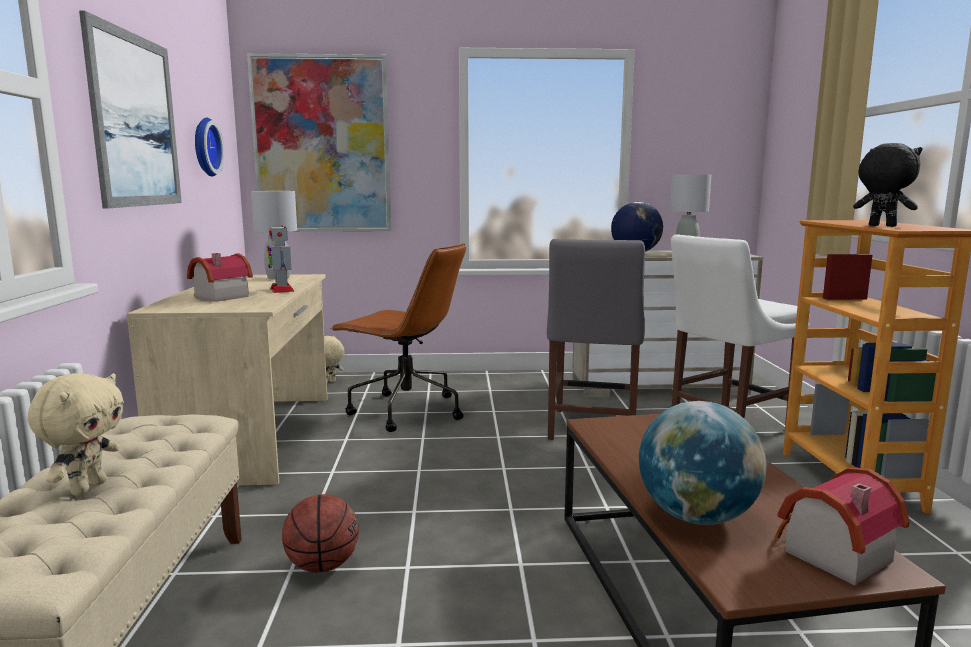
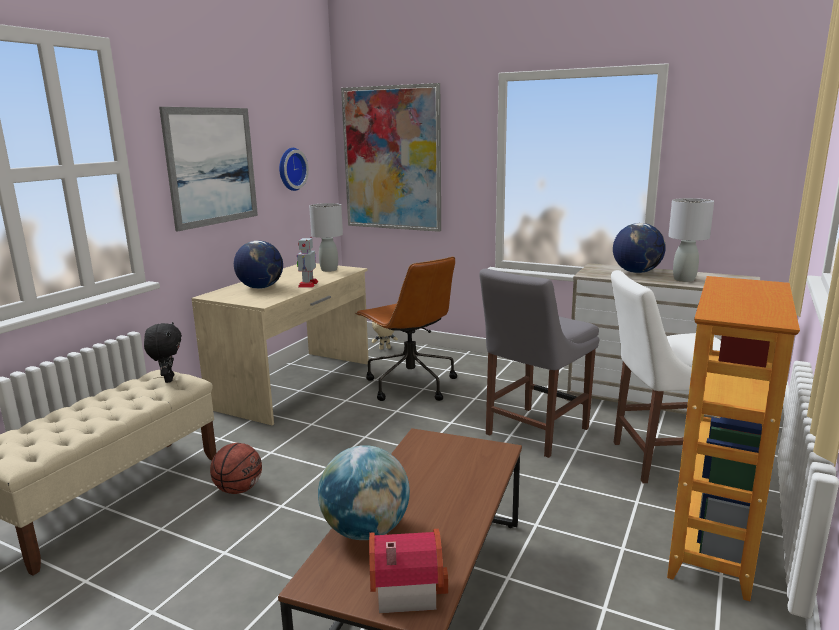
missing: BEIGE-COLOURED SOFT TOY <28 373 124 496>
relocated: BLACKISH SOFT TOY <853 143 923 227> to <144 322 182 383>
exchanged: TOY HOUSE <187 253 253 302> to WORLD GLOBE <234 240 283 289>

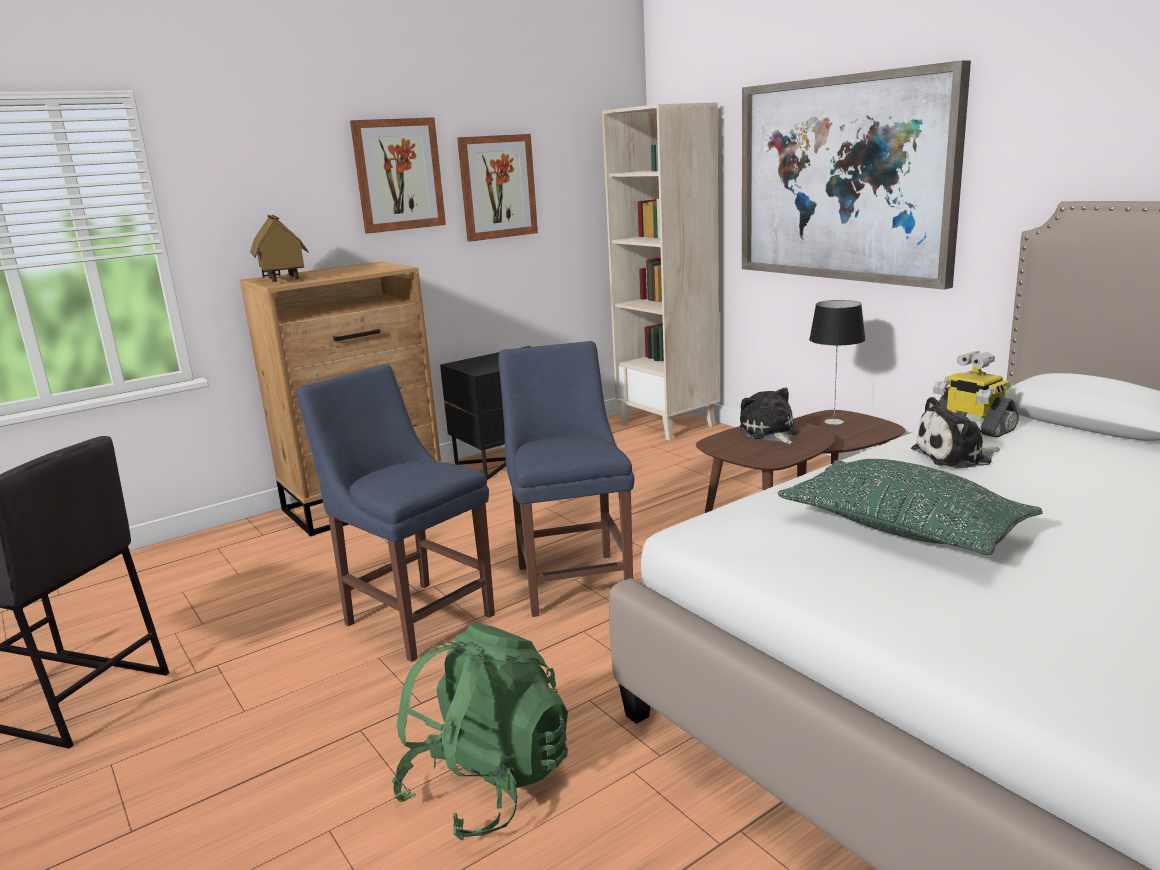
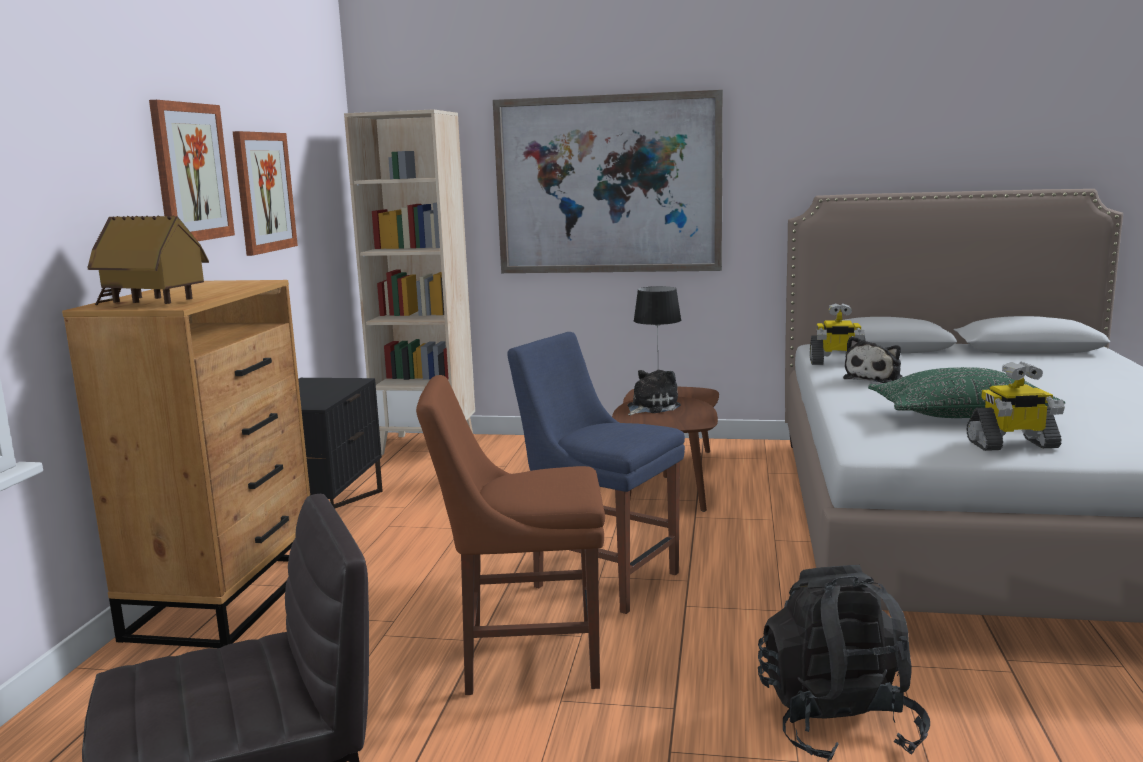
appeared: ROBOT FIGURE <966 361 1065 451>
colour: BLUE PLAIN CHAIR <296 365 495 662> to BROWNISH PLAIN CHAIR <416 375 605 695>; GREENISH BACKPACK <392 623 568 840> to BLACKISH BACKPACK <758 565 930 762>
spun: SOFT TOY <740 388 798 444> = <627 370 681 416> 105 degrees clockwise

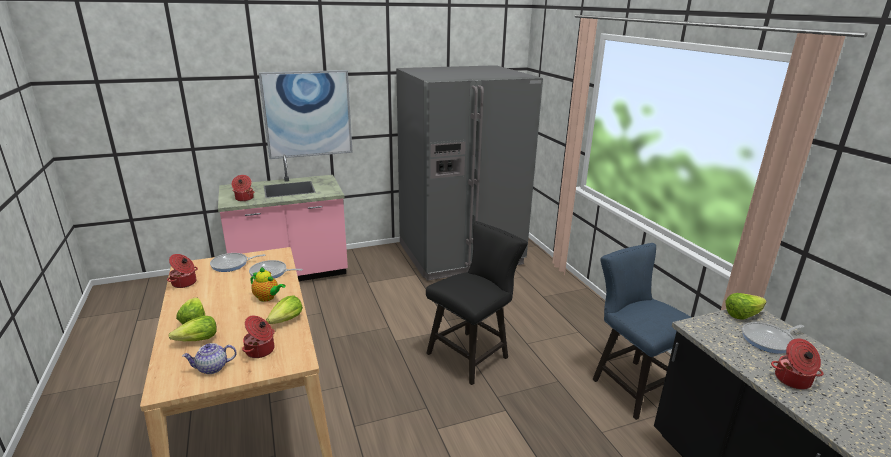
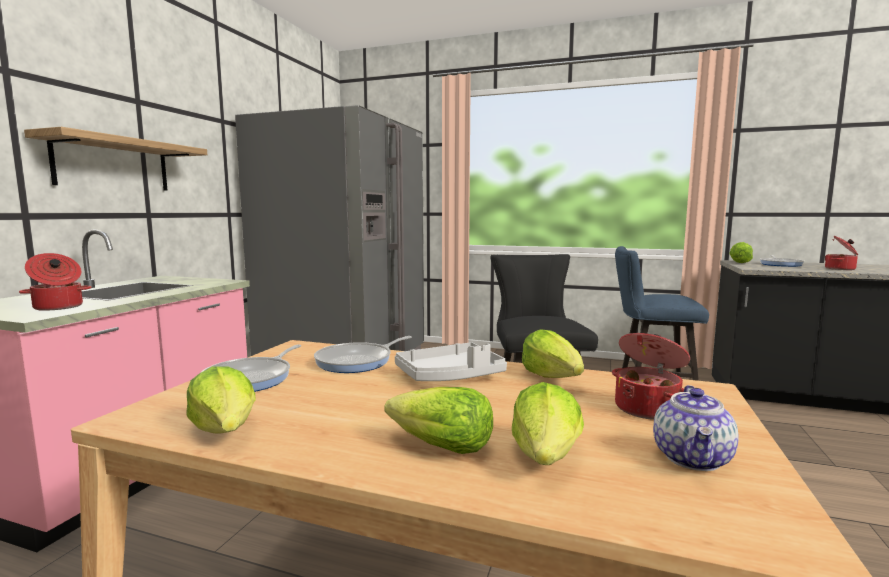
exchanged: PICTURE <259 70 353 159> to BRACKET SHELF <24 127 207 191>; SAUCEPOT <167 254 198 288> to LETTUCE <186 366 256 434>; TEAPOT <250 267 286 302> to GREYISH TRAY <395 342 507 381>

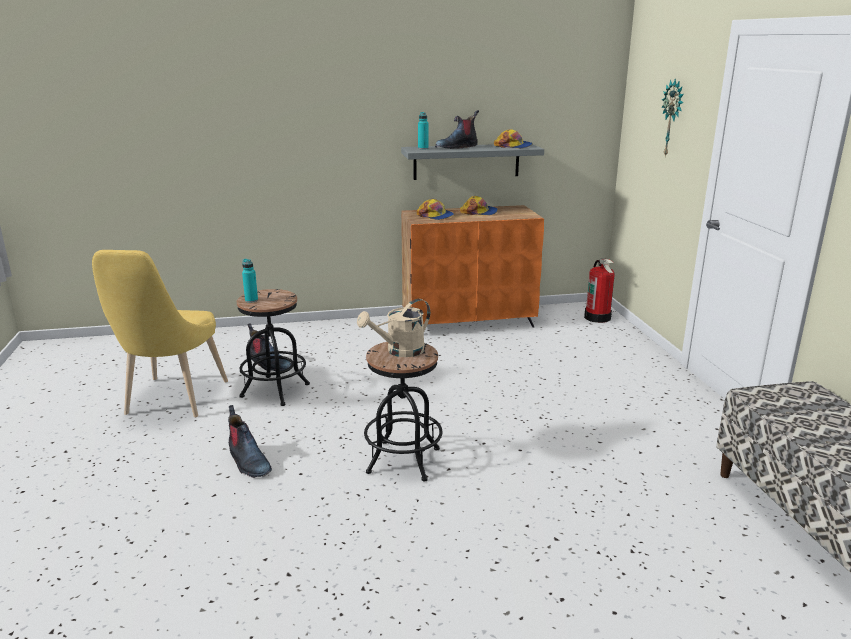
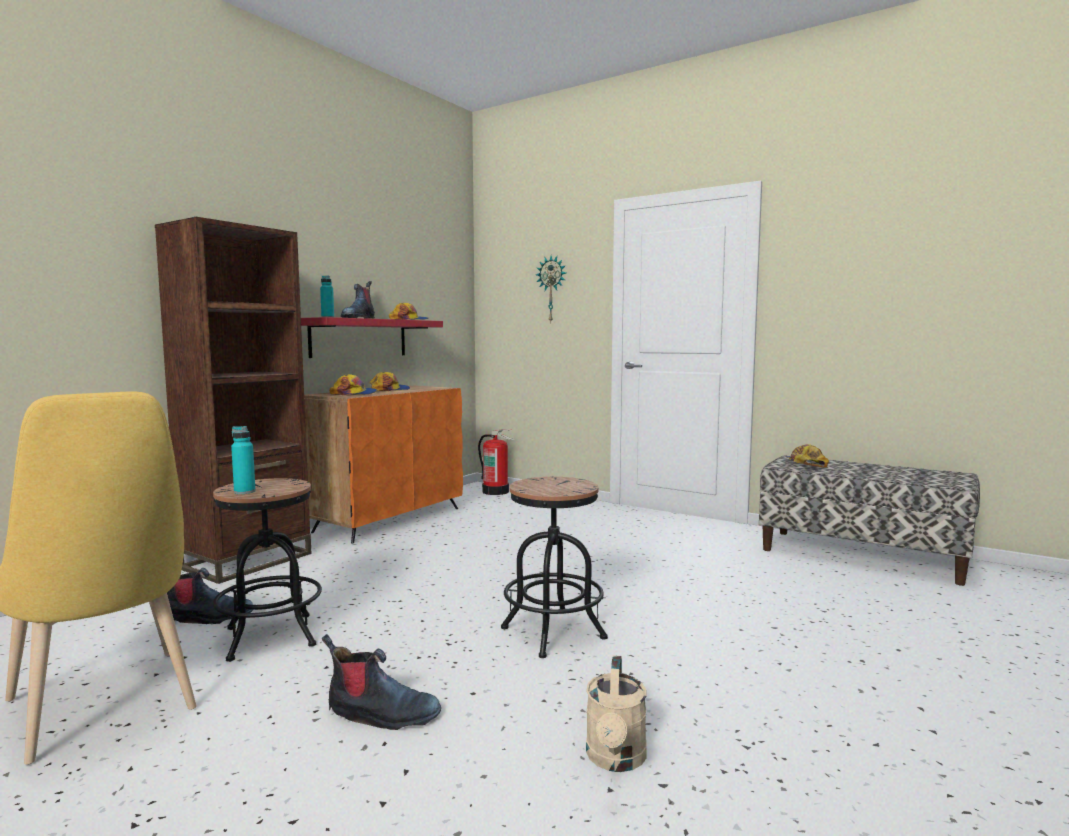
appeared: BROWNISH SHELVING UNIT <155 217 311 584>; BASEBALL CAP <785 444 829 468>
relocated: BEIGE-COLOURED WATERING CAN <357 299 430 357> to <586 655 647 772>
colour: GREYISH BRACKET SHELF <401 144 544 180> to RED BRACKET SHELF <301 317 443 358>

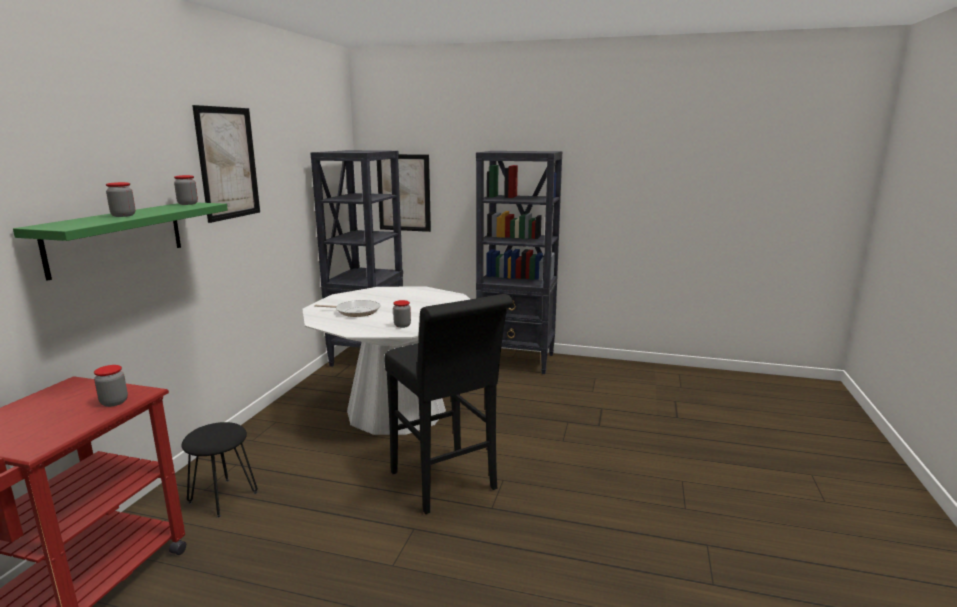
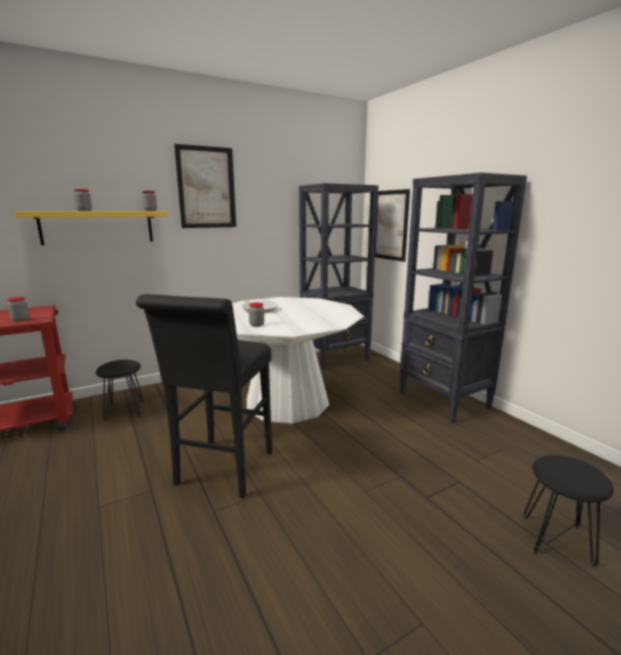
appeared: BLACKISH STOOL <523 455 614 568>
colour: GREENISH BRACKET SHELF <13 203 228 281> to YELLOW-COLOURED BRACKET SHELF <15 211 168 245>

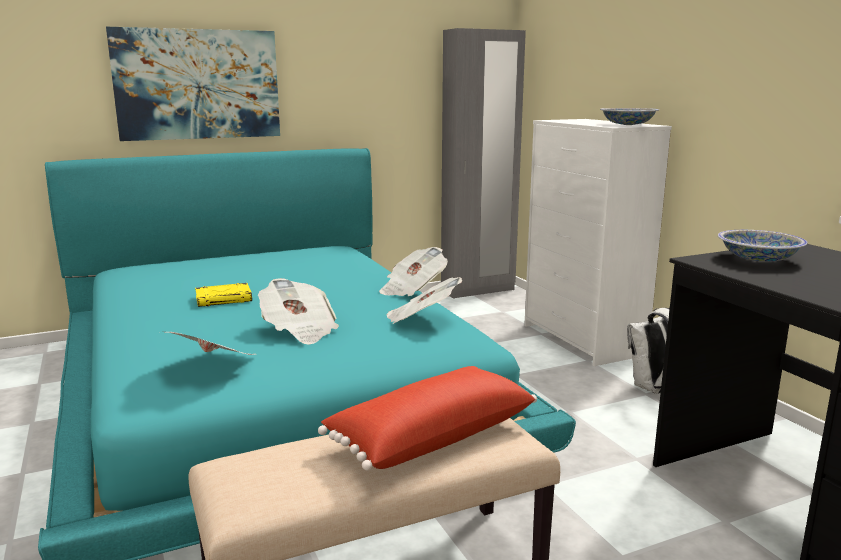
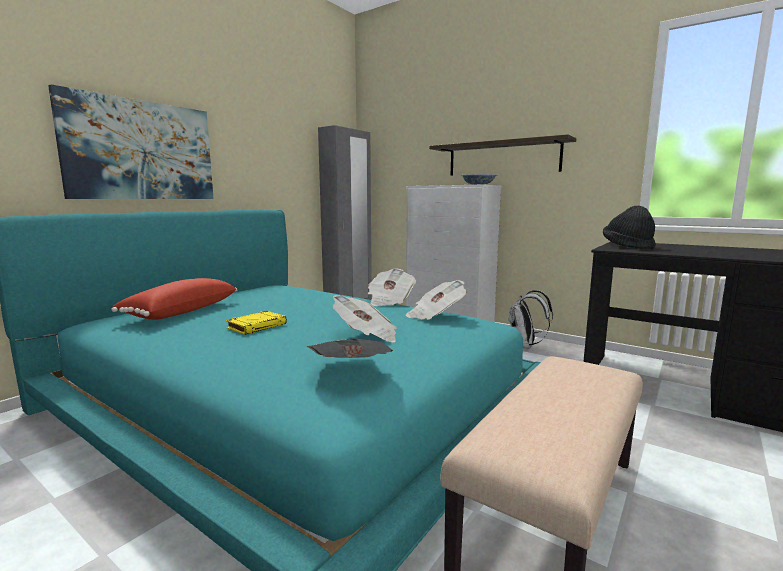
appeared: BRACKET SHELF <429 134 576 175>
relocated: RED PILLOW <318 366 537 471> to <112 278 237 320>
exchanged: BOWL <718 230 808 262> to BLACKISH WEARABLE HAT <603 206 656 249>

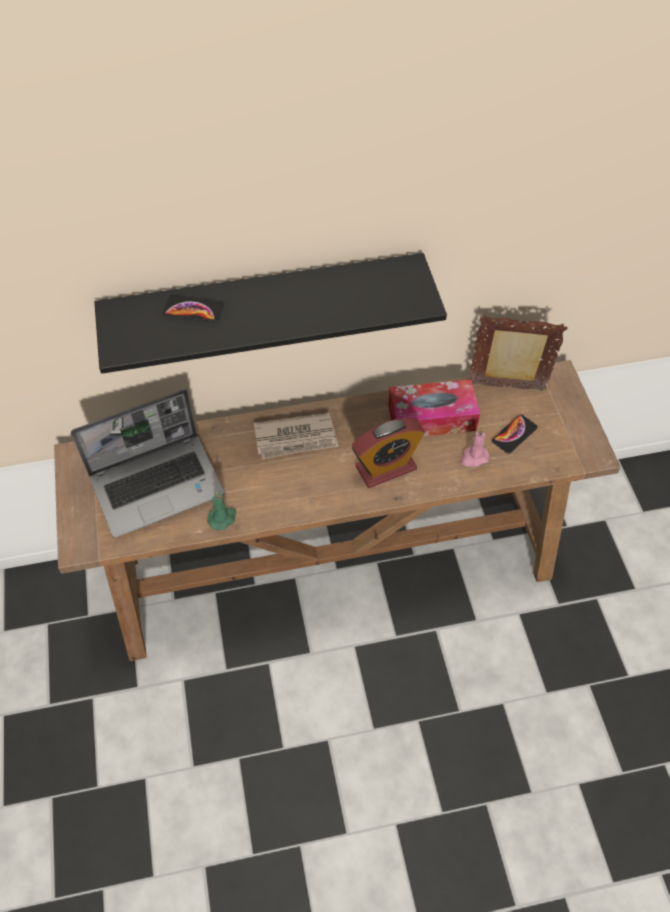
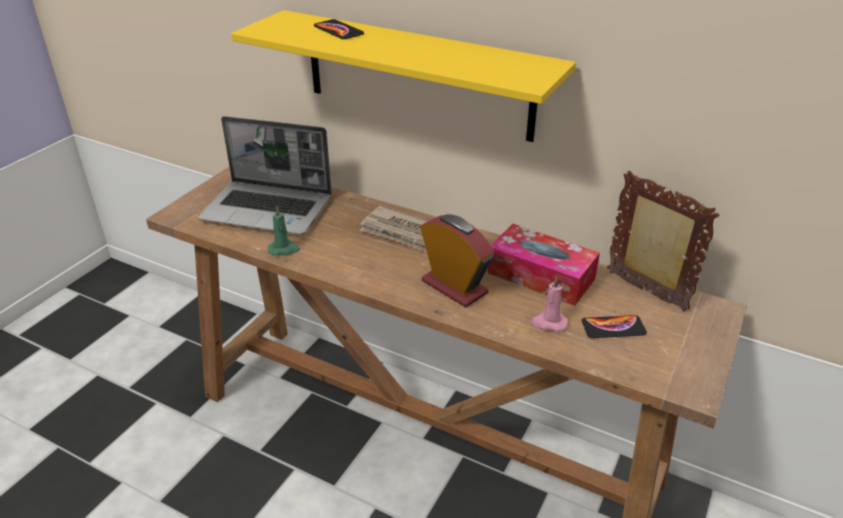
colour: BLACKISH BRACKET SHELF <94 253 447 374> to YELLOW-COLOURED BRACKET SHELF <231 10 576 142>
spun: ALARM CLOCK <352 418 425 488> = <420 214 494 308> 150 degrees counterclockwise

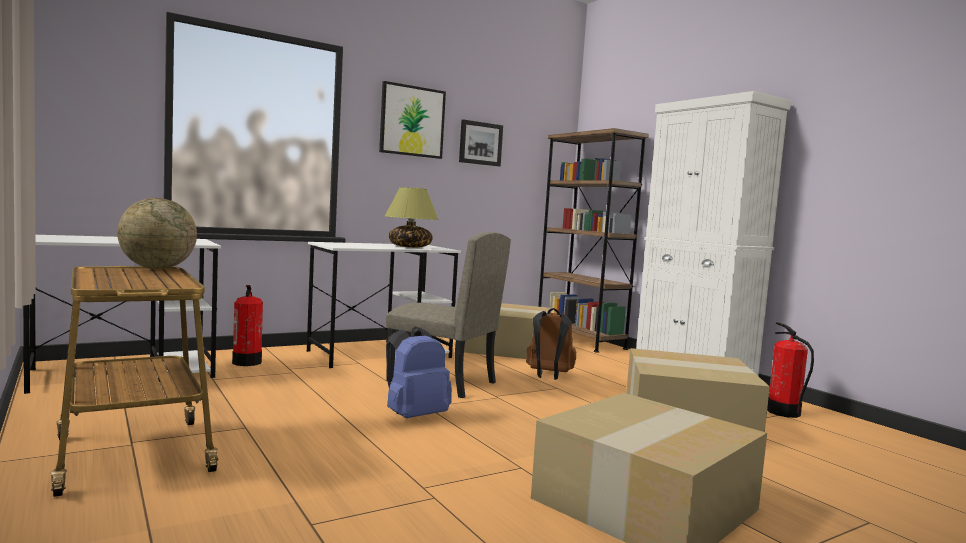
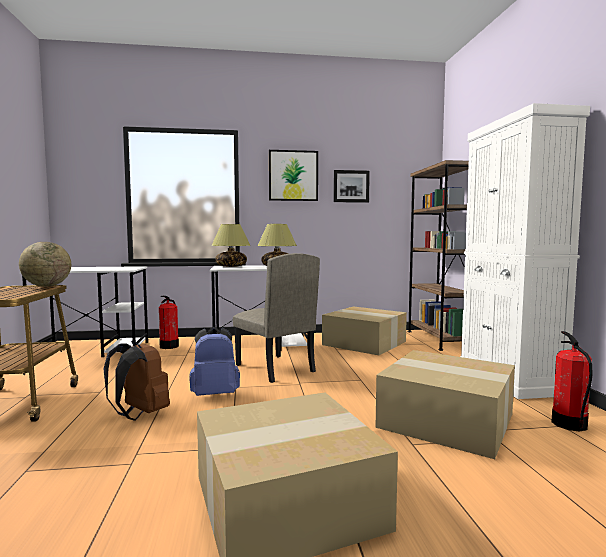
appeared: TABLE LAMP <211 224 251 267>
relocated: BROWNISH BACKPACK <526 308 576 380> to <104 340 170 421>

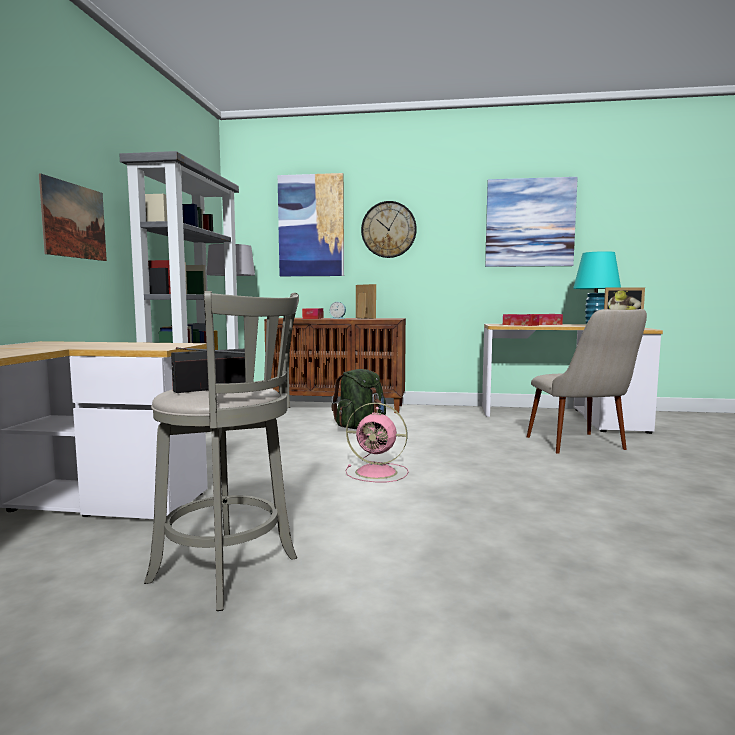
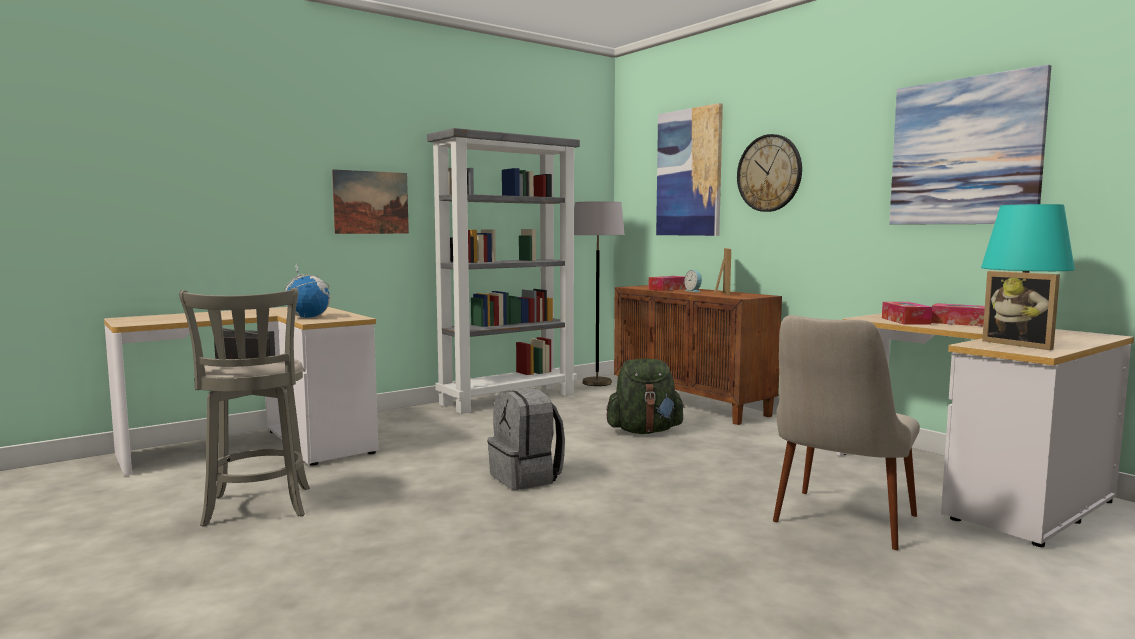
appeared: WORLD GLOBE <284 262 331 318>
exchanged: PINK-COLOURED COOLING FAN <346 403 409 482> to GREYISH BACKPACK <487 388 565 490>

